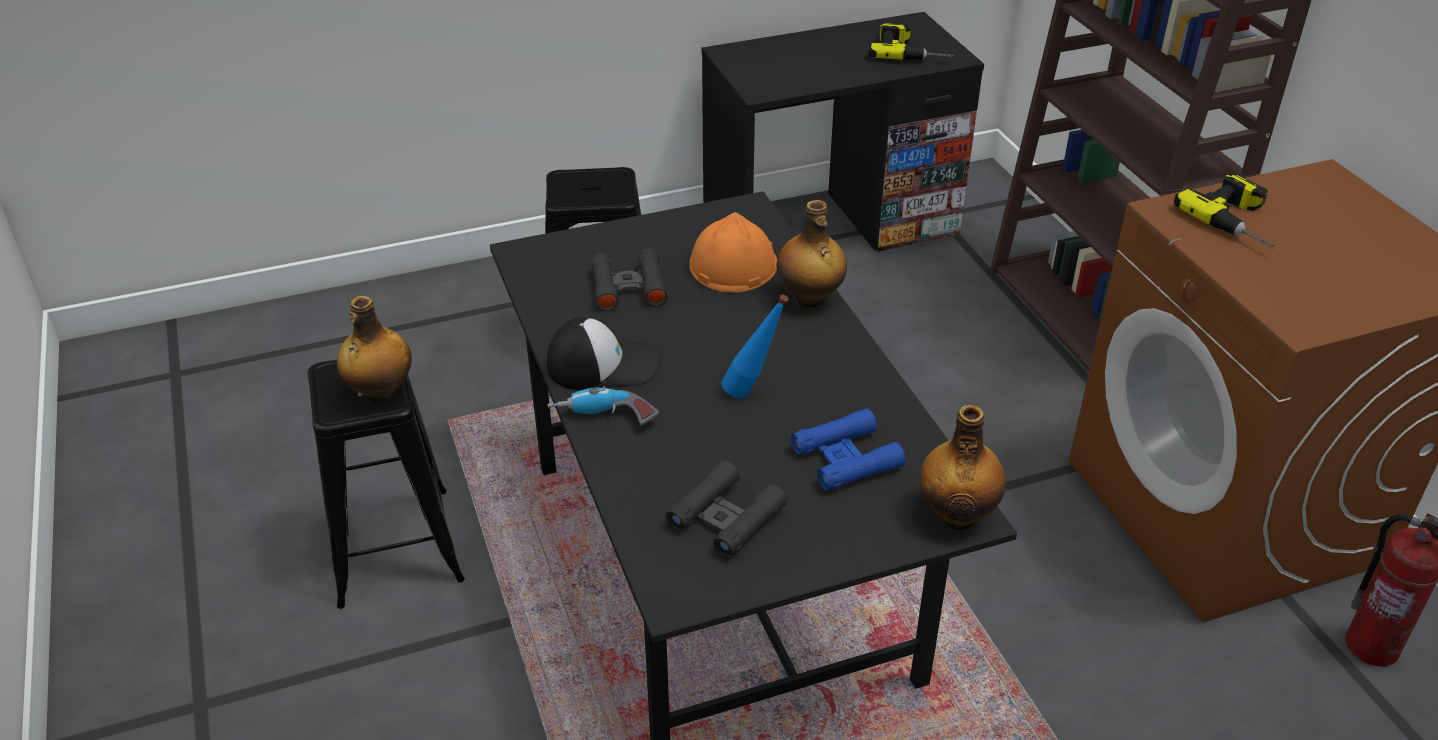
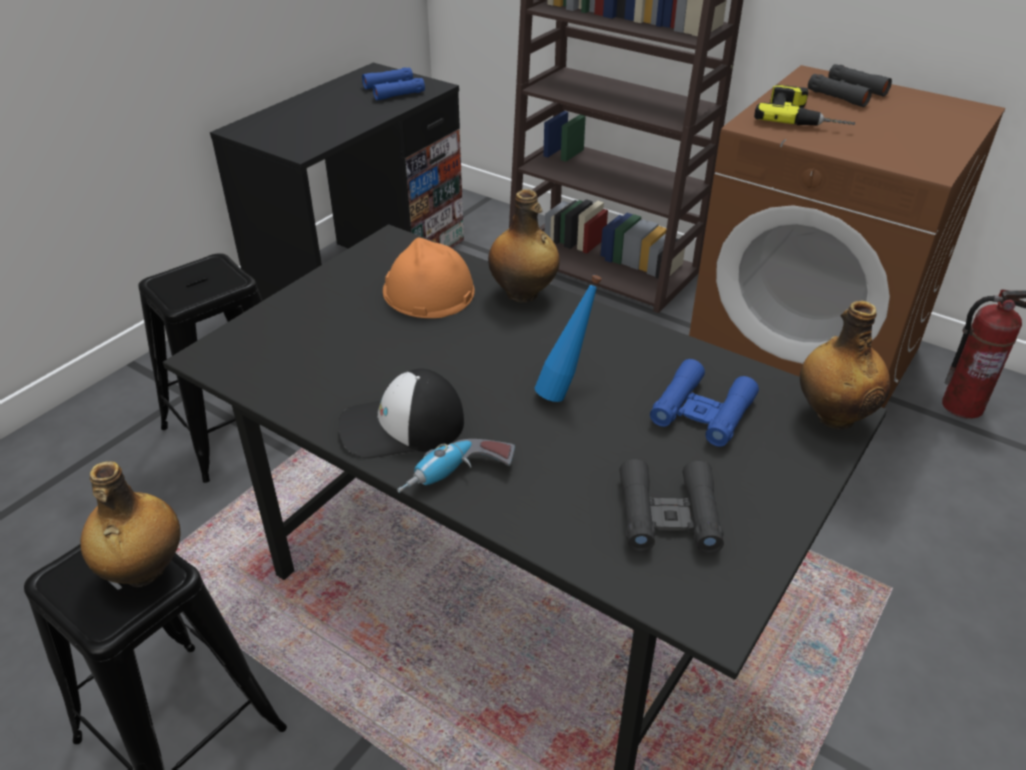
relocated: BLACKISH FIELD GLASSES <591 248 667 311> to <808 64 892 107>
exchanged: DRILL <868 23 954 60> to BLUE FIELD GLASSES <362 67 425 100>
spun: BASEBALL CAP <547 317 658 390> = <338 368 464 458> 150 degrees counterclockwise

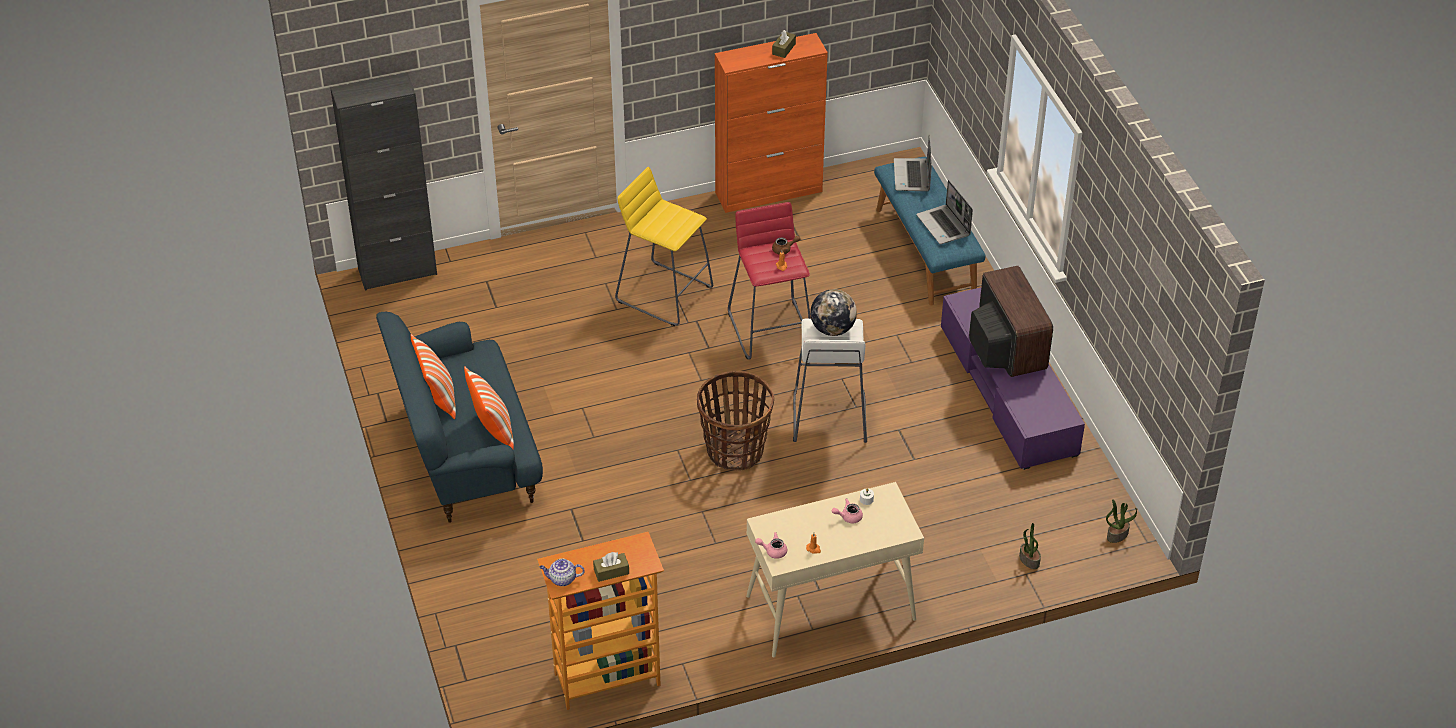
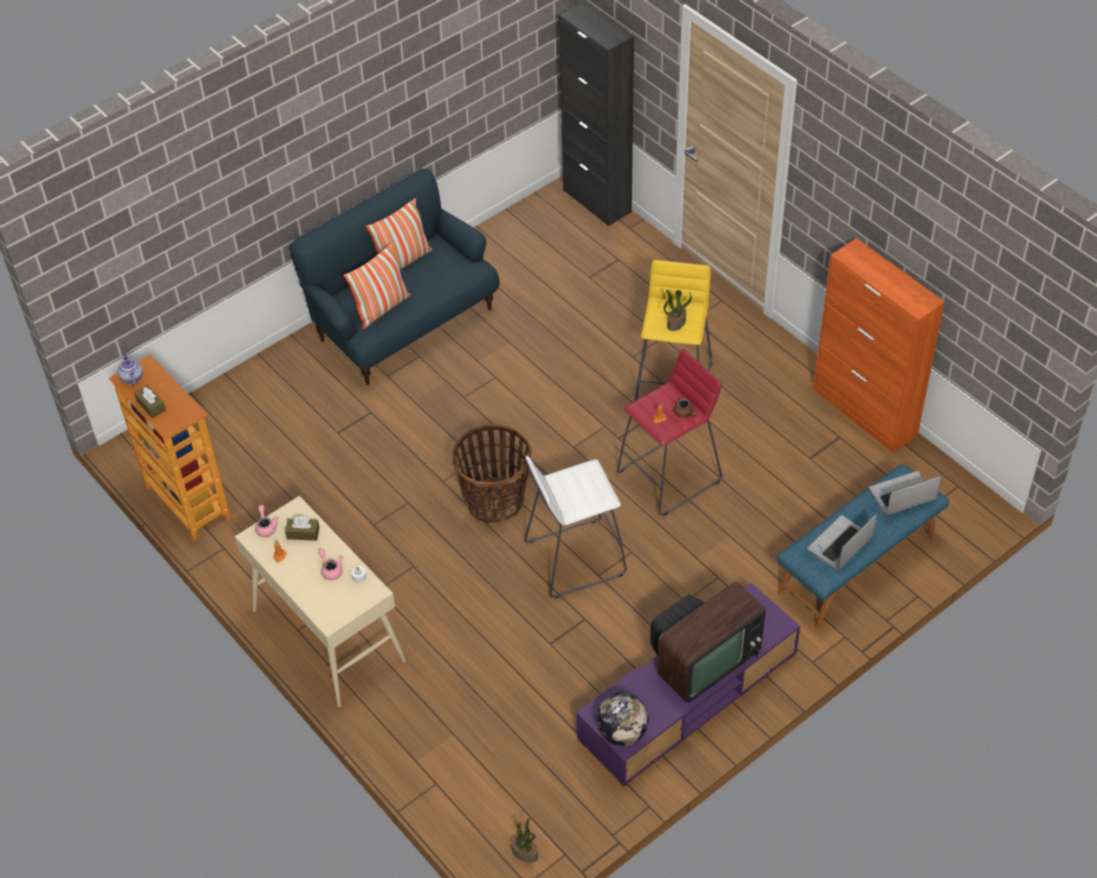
relocated: BROWNISH TISSUE HOLDER <772 30 796 58> to <285 516 320 541>; WORLD GLOBE <810 289 857 336> to <596 693 649 746>; POTTED PLANT <1019 523 1041 569> to <664 289 692 331>

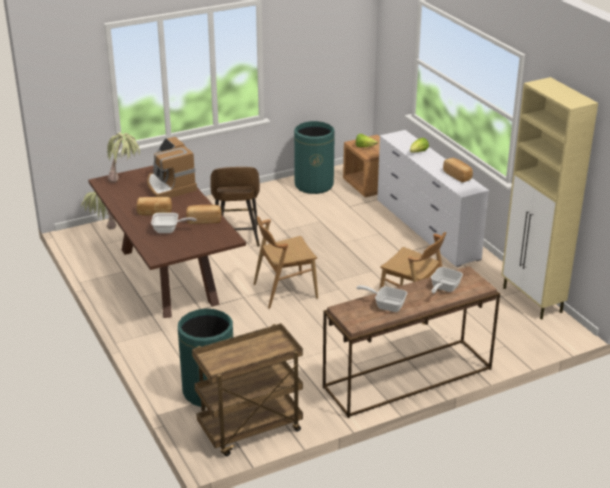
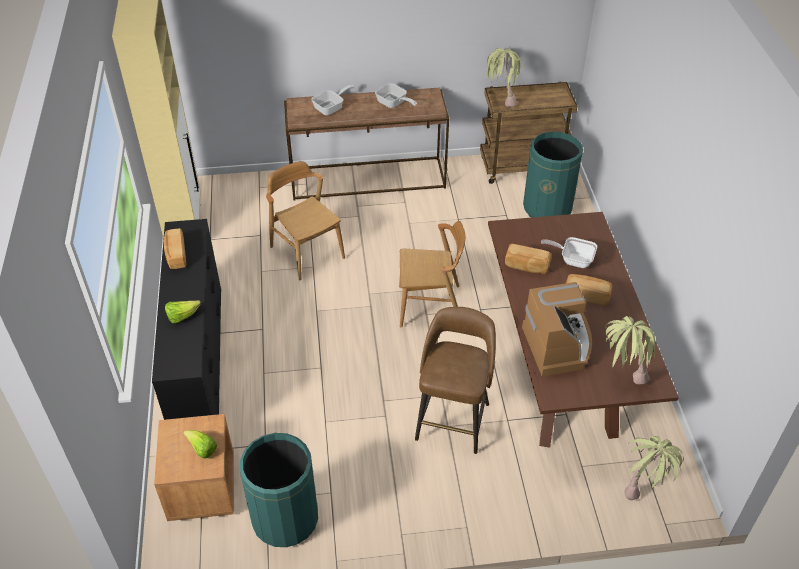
appeared: POTTED PLANT <486 48 523 108>
colour: WHITE-COLOURED DRAWER CHEST <377 130 489 267> to BLACKISH DRAWER CHEST <152 219 221 420>

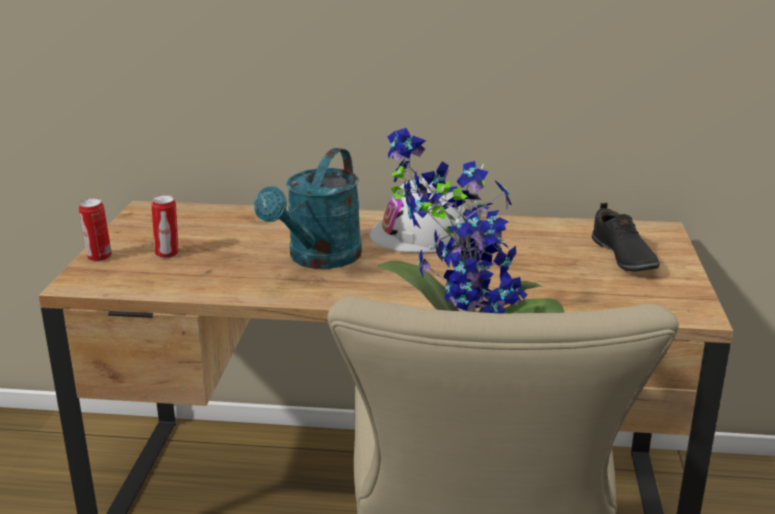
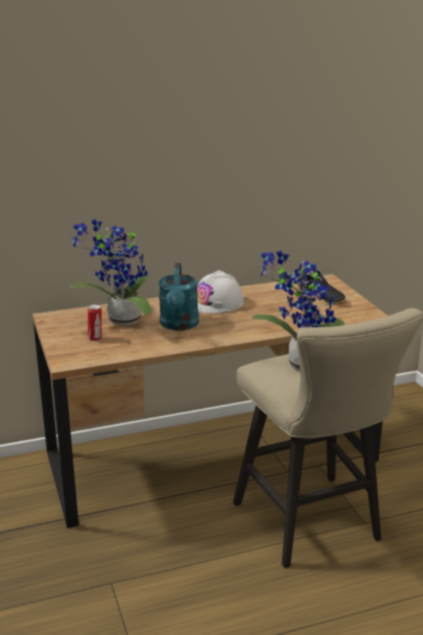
missing: CAN <79 198 112 262>
appeared: POTTED PLANT <70 219 152 326>

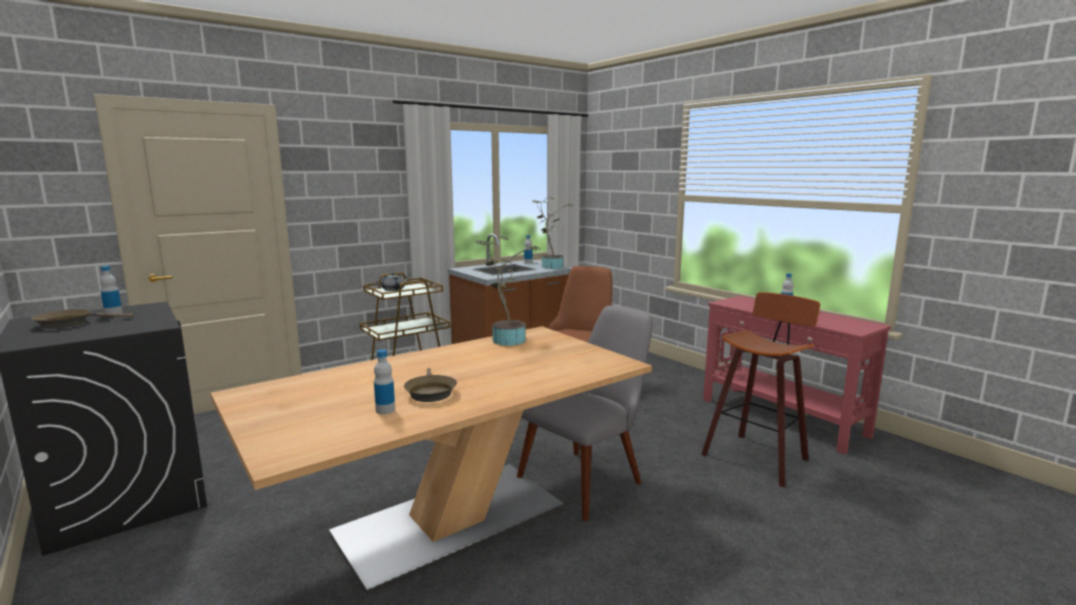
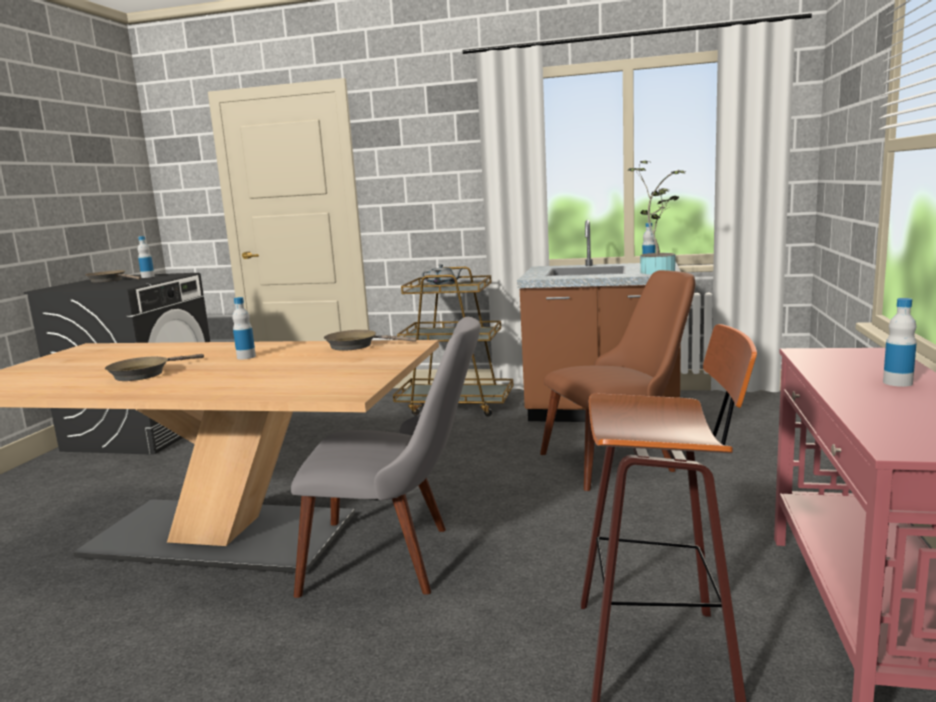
relocated: BEVERAGE BOTTLE <374 349 395 414> to <232 297 256 359>
exchanged: POTTED PLANT <475 236 541 346> to BROWNISH PAN <324 330 417 351>

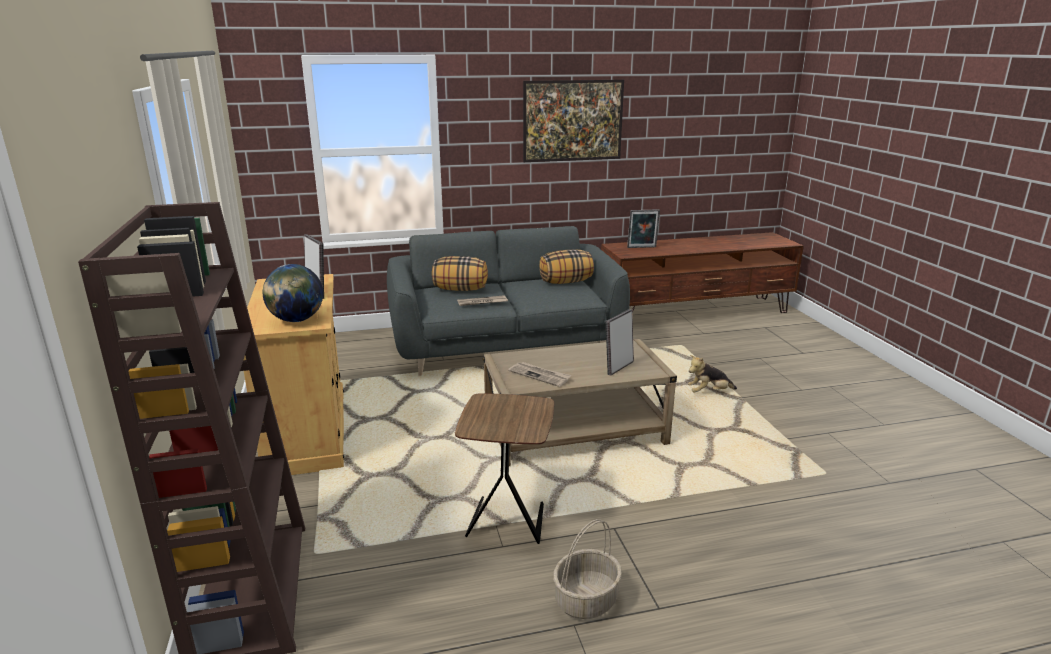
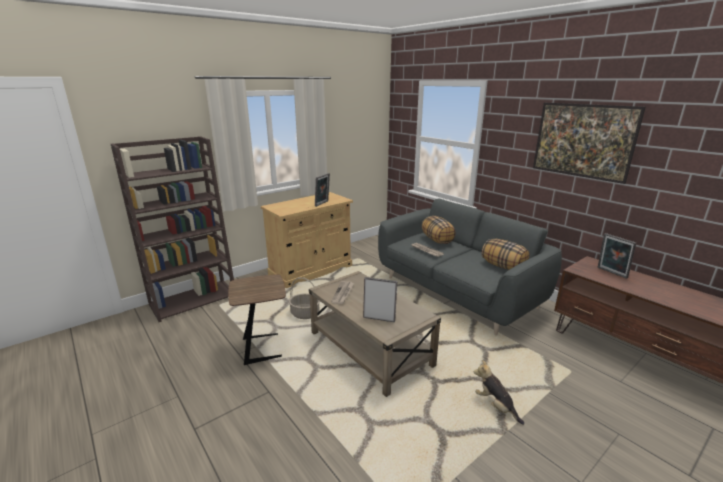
missing: WORLD GLOBE <263 264 323 322>
relocated: HOUSEHOLD BASKET <553 519 622 619> to <289 277 320 319>

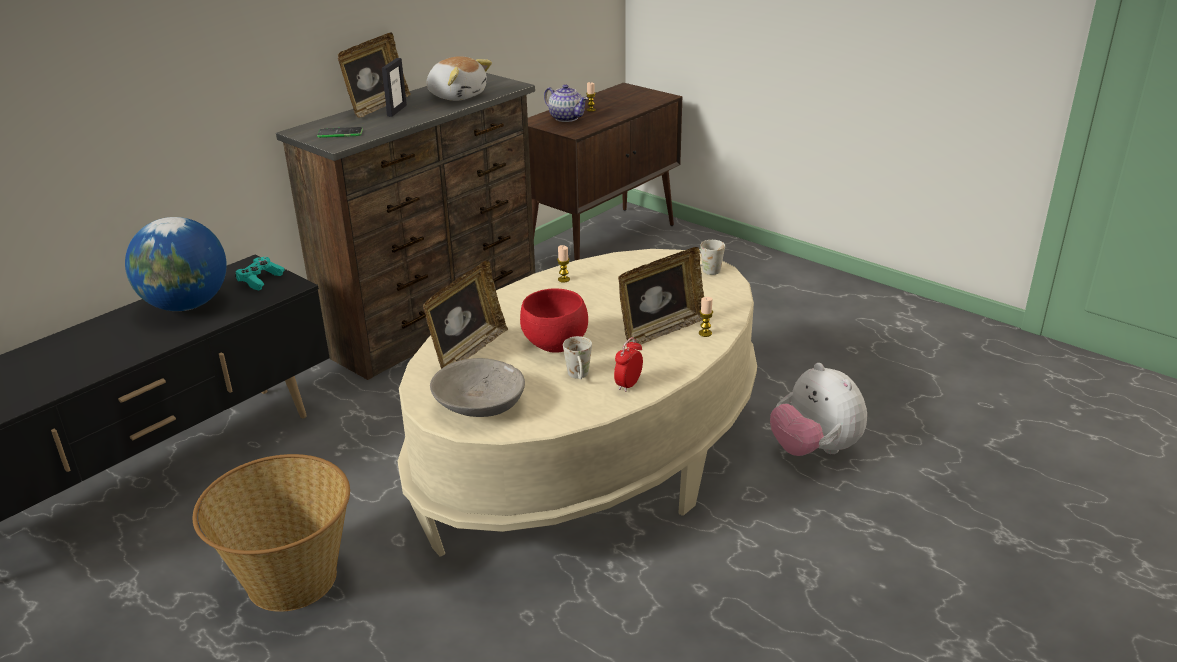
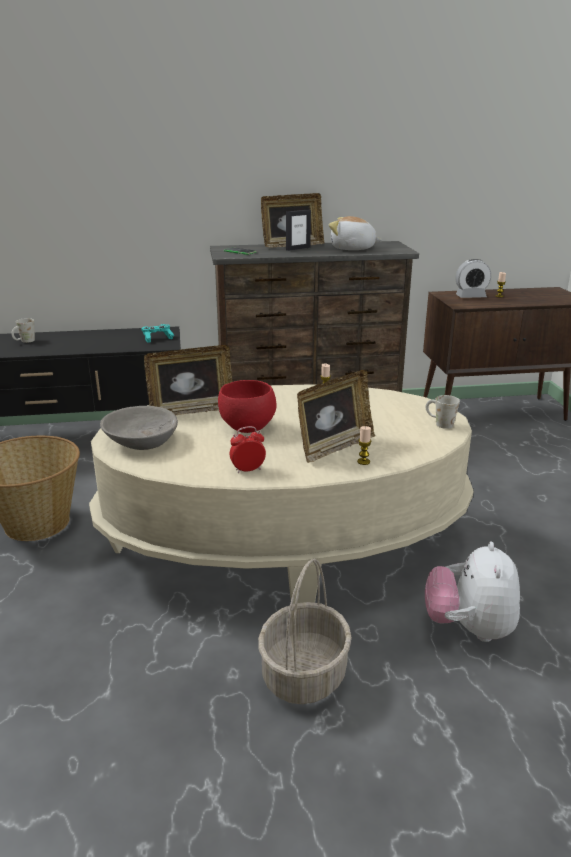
missing: WORLD GLOBE <125 217 227 311>
appeared: HOUSEHOLD BASKET <258 559 352 704>
relocated: WHITE-COLOURED COFFEE MUG <563 336 592 379> to <11 318 35 343>
exchanged: TEAPOT <544 84 588 122> to ALARM CLOCK <456 259 491 298>
spun: PHOTO FRAME <618 247 704 345> = <297 369 375 463> 45 degrees counterclockwise; SOFT TOY <426 56 492 101> = <329 216 382 250> 120 degrees clockwise

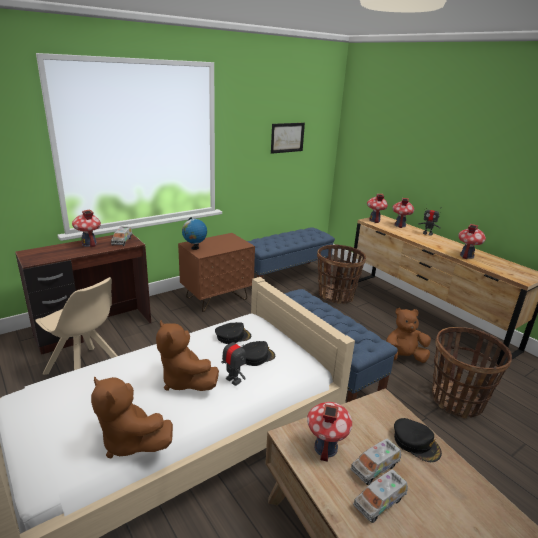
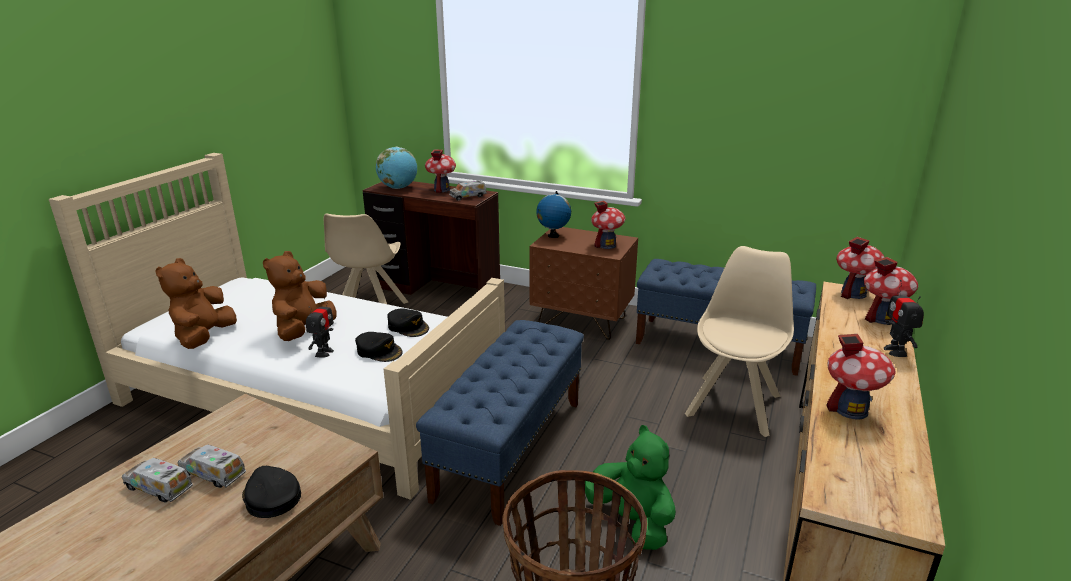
missing: PICTURE <271 123 305 154>
appeared: WORLD GLOBE <376 147 417 189>
relocated: TOY HOUSE <307 402 352 462> to <591 200 626 249>
exchanged: HOUSEHOLD BASKET <317 244 366 304> to BEIGE-COLOURED PLAIN CHAIR <685 246 794 437>
colour: BROWNISH SOFT TOY <386 308 431 363> to GREENISH SOFT TOY <585 425 676 550>
spun: BLACKISH BASEBALL CAP <394 418 442 462> = <242 466 301 518> 120 degrees clockwise

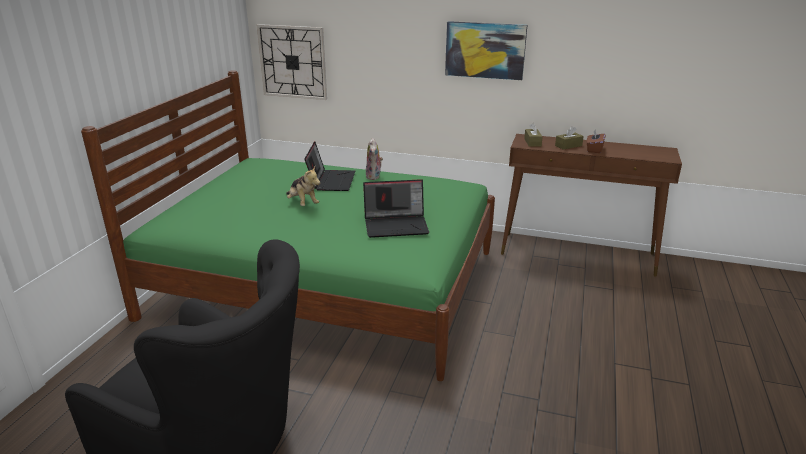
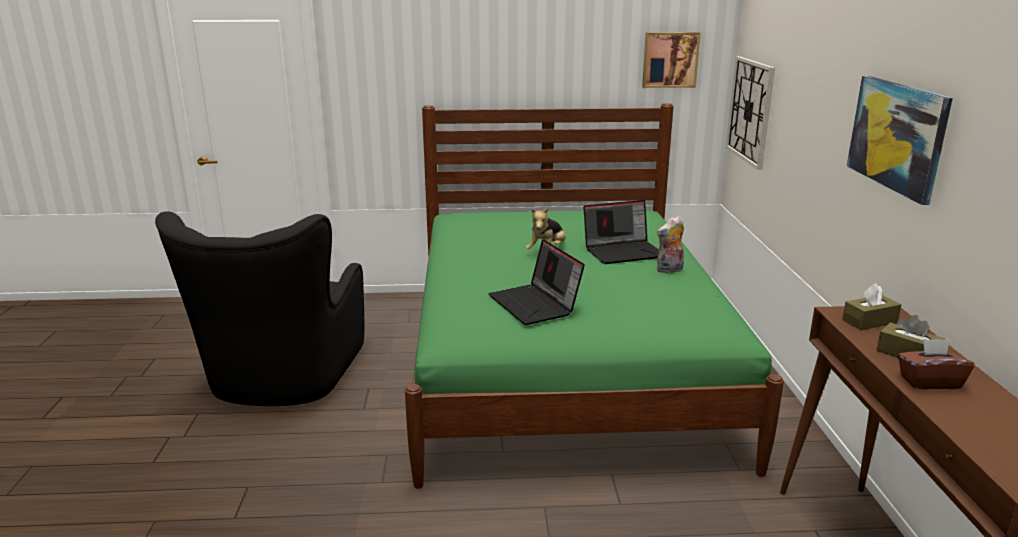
appeared: PICTURE <642 32 701 88>

